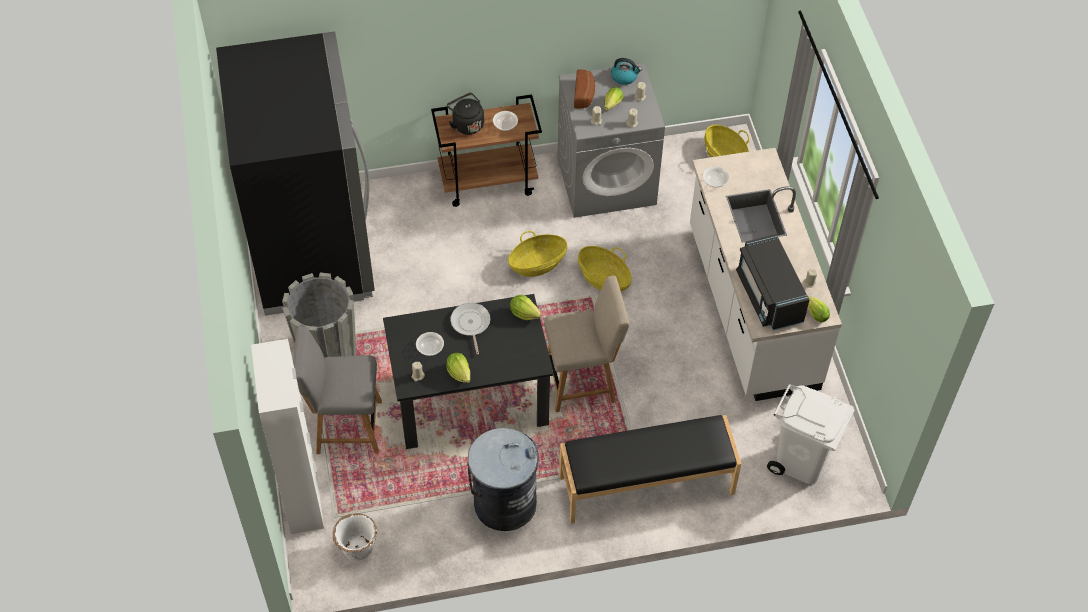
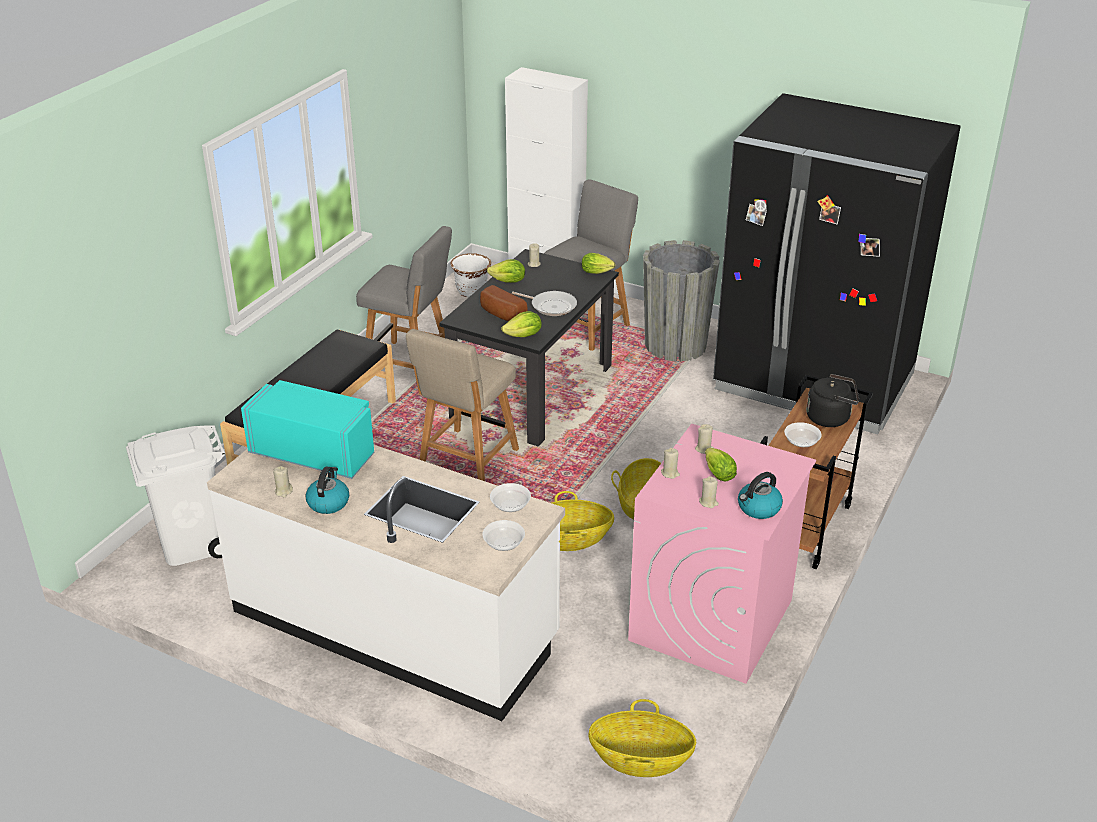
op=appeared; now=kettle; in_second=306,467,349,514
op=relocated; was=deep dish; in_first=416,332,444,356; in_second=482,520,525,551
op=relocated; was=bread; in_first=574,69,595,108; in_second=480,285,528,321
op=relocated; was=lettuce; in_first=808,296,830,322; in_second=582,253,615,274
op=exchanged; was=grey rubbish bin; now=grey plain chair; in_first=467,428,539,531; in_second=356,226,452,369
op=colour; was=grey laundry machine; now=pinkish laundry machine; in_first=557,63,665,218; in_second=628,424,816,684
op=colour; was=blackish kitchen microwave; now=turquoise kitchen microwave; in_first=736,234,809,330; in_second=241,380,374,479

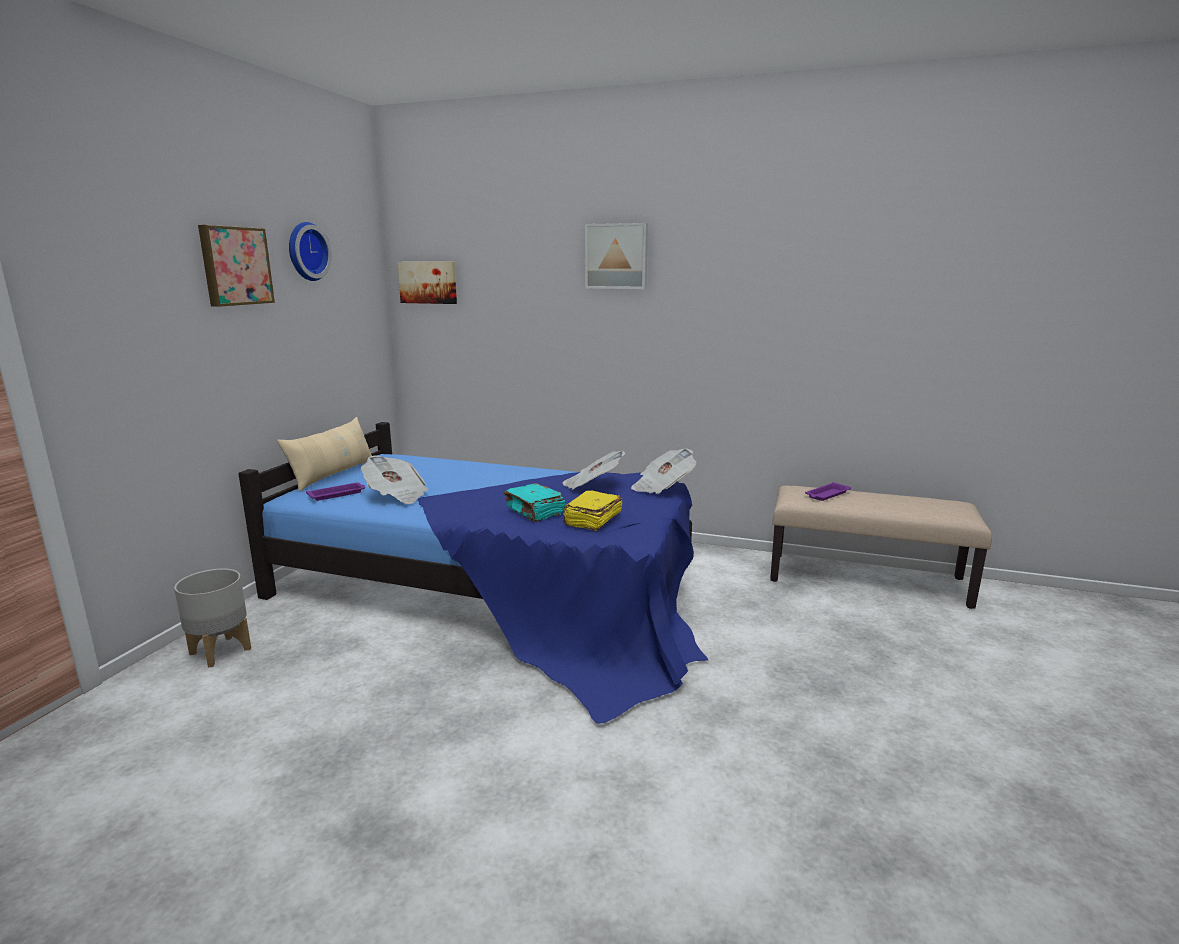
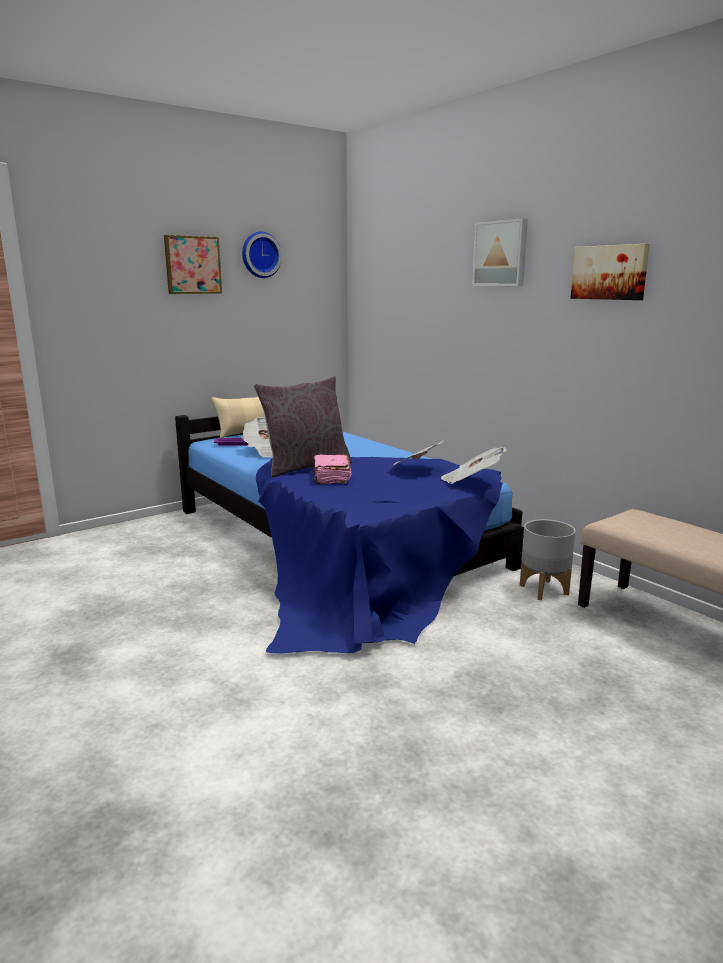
op=missing; was=yellow-coloured book; in_first=563,491,623,531
op=missing; was=purple-coloured serving tray; in_first=805,482,851,501
op=appeared; now=grey pillow; in_second=254,376,352,477
op=relocated; was=grey plant pot; in_first=174,568,251,667; in_second=520,519,576,600
op=relocated; was=wall picture; in_first=397,262,457,304; in_second=570,244,650,300
op=colour; was=turquoise book; now=pinkish book; in_first=504,483,565,522; in_second=313,455,352,484

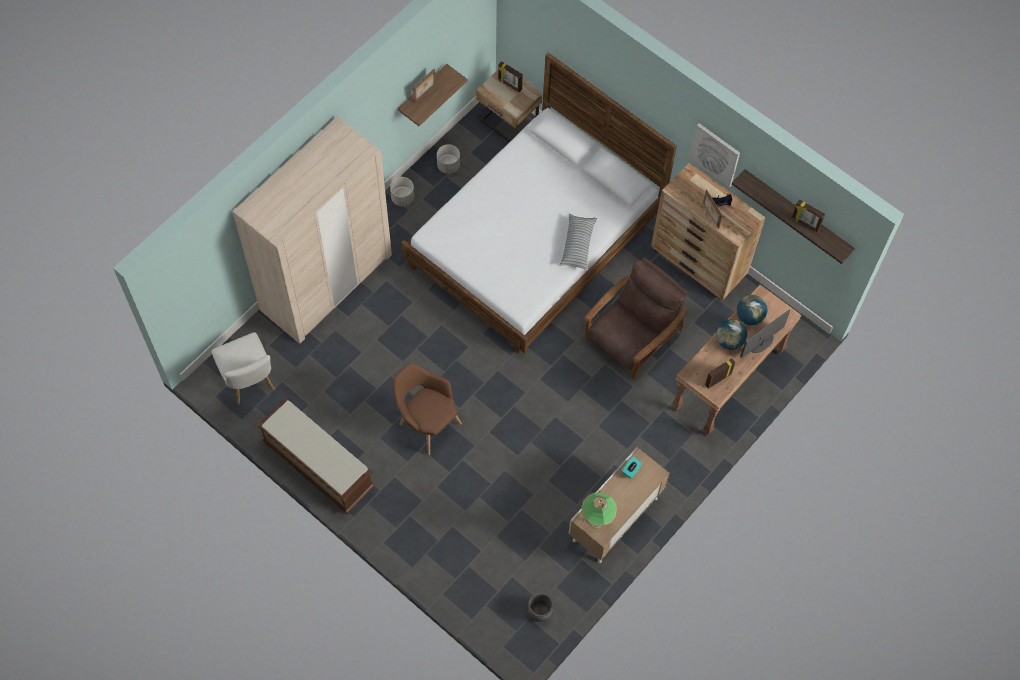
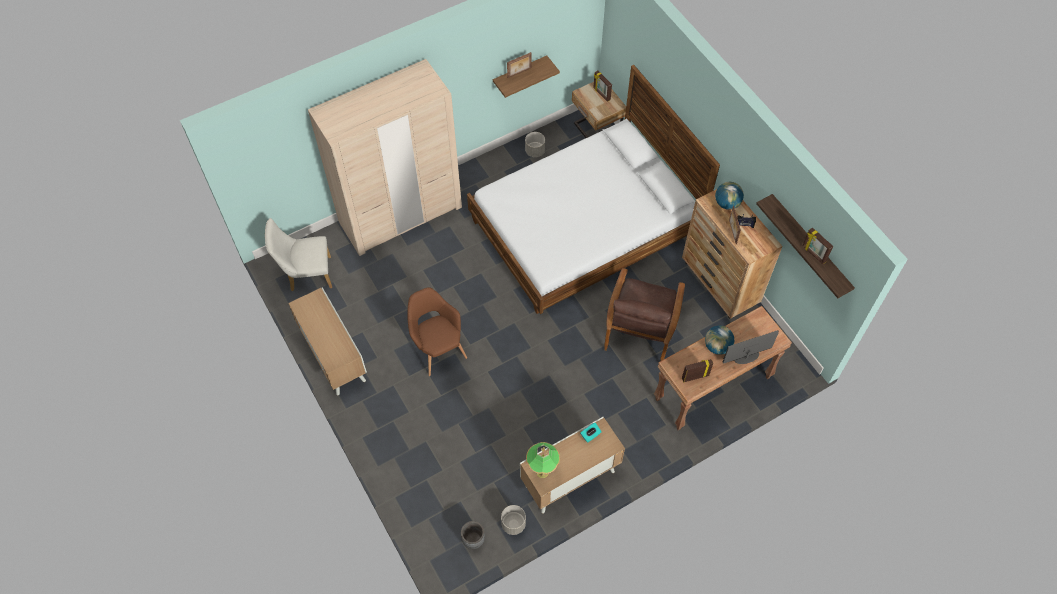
op=missing; was=pillow; in_first=560,214,597,270
op=missing; was=wall picture; in_first=690,123,740,187
op=relocated; was=grey plant pot; in_first=390,177,414,206; in_second=501,505,526,535
op=relocated; was=globe; in_first=737,295,767,325; in_second=715,182,744,210
op=exchanged; was=brown-coloured bench; now=cabinet; in_first=257,398,375,514; in_second=288,287,367,396
op=spun; was=white-coloured plain chair; in_first=212,332,275,405; in_second=265,218,332,291; clockwise=90
op=spun; was=brown-coloured armchair; in_first=584,257,688,379; in_second=604,268,685,361; clockwise=135

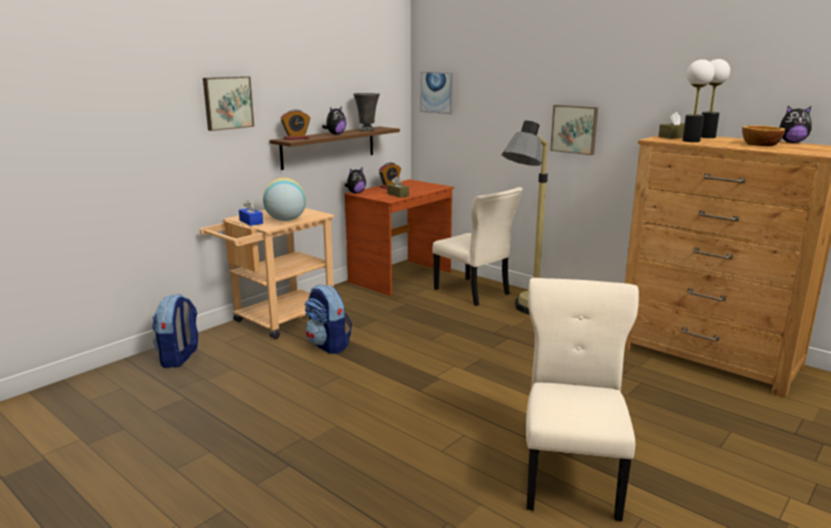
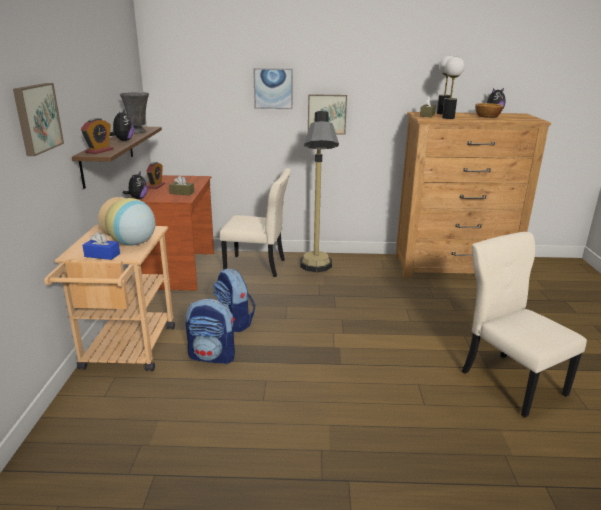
op=relocated; was=rucksack; in_first=152,294,198,368; in_second=213,268,256,332
op=relocated; was=wall picture; in_first=421,72,453,114; in_second=253,68,293,109

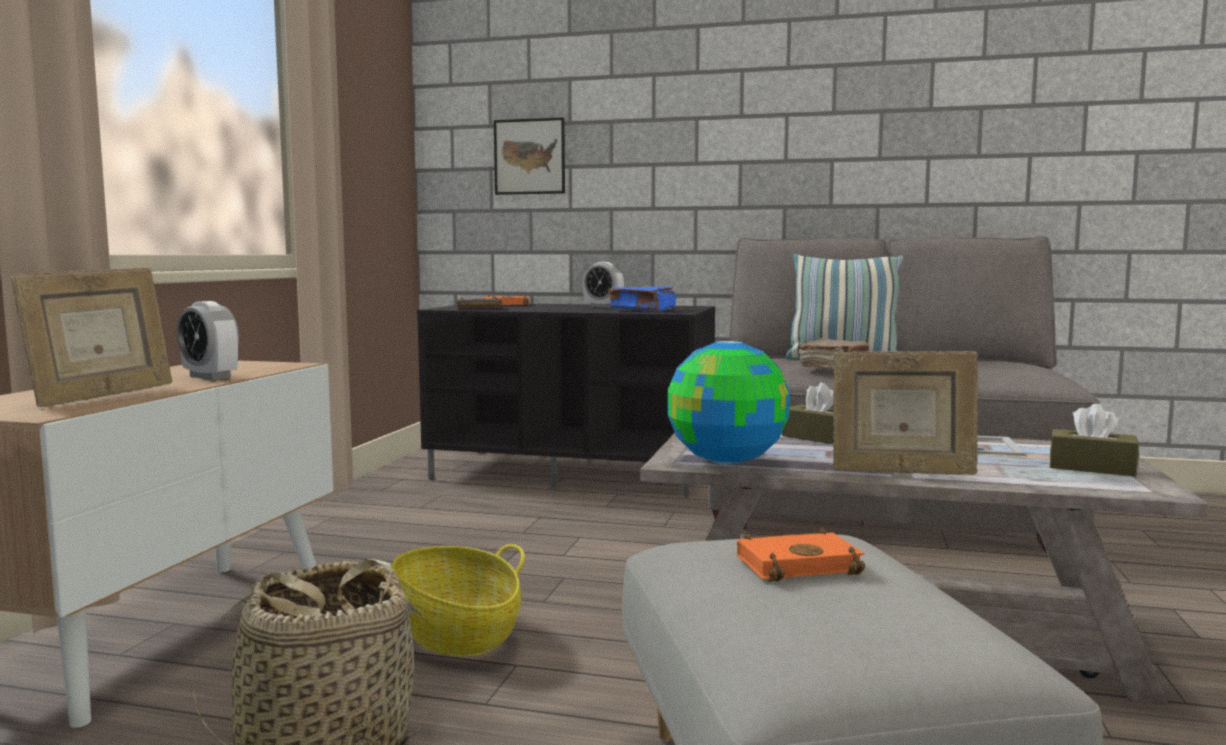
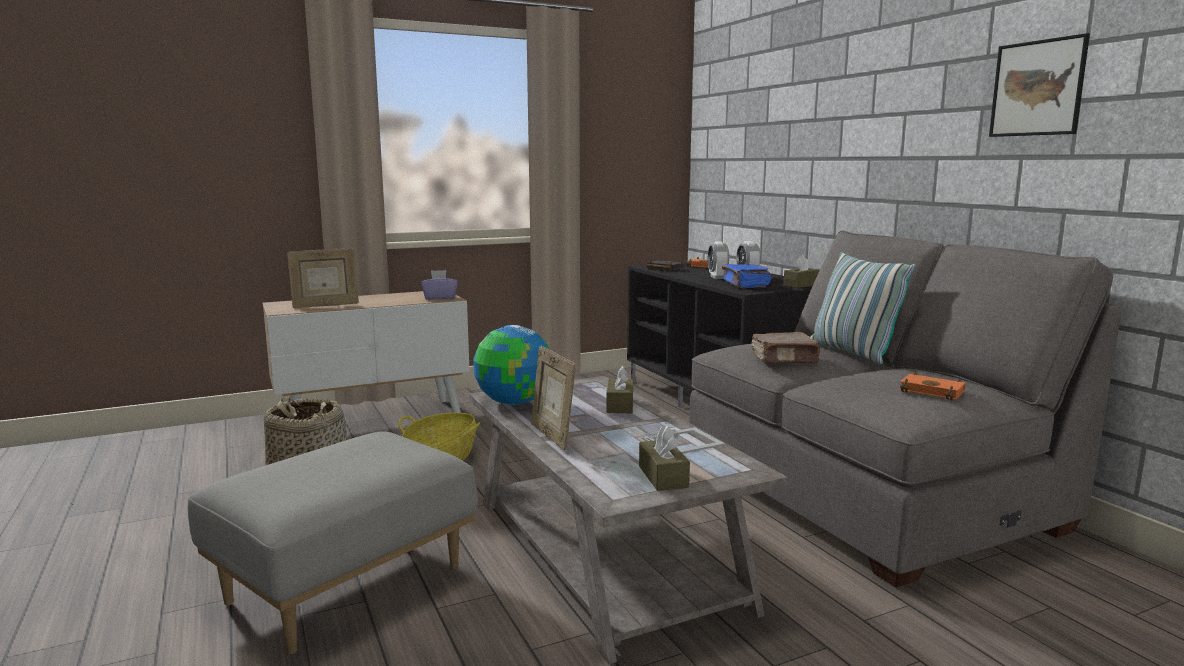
op=appeared; now=purple-coloured box of tissues; in_second=421,270,458,300
op=appeared; now=brown-coloured box of tissues; in_second=784,255,820,288
op=relocated; was=table clock; in_first=177,301,239,380; in_second=707,241,729,279
op=relocated; was=wall picture; in_first=494,117,565,195; in_second=989,33,1090,137
op=relocated; was=orange-coloured book; in_first=737,527,865,582; in_second=899,372,966,400

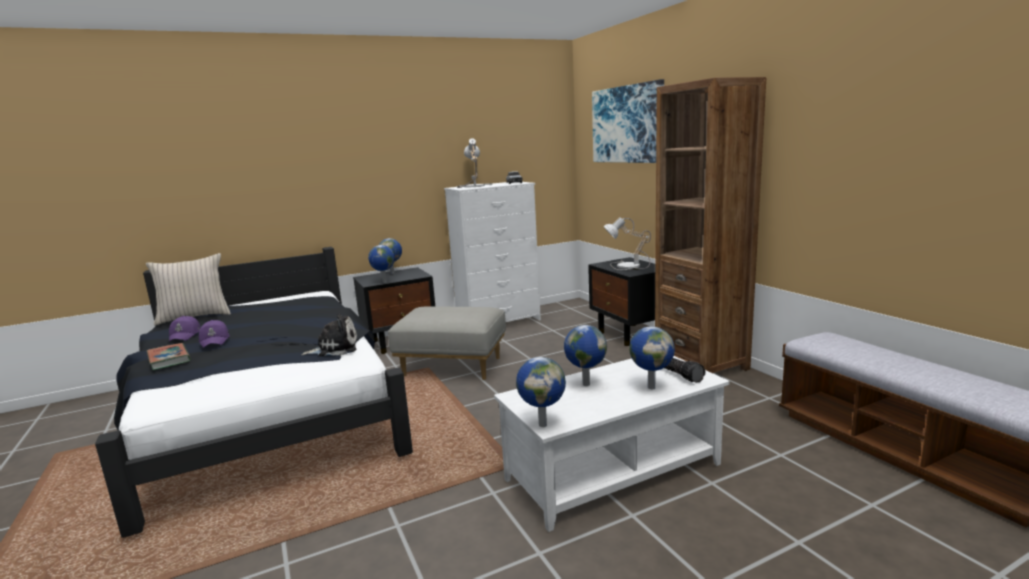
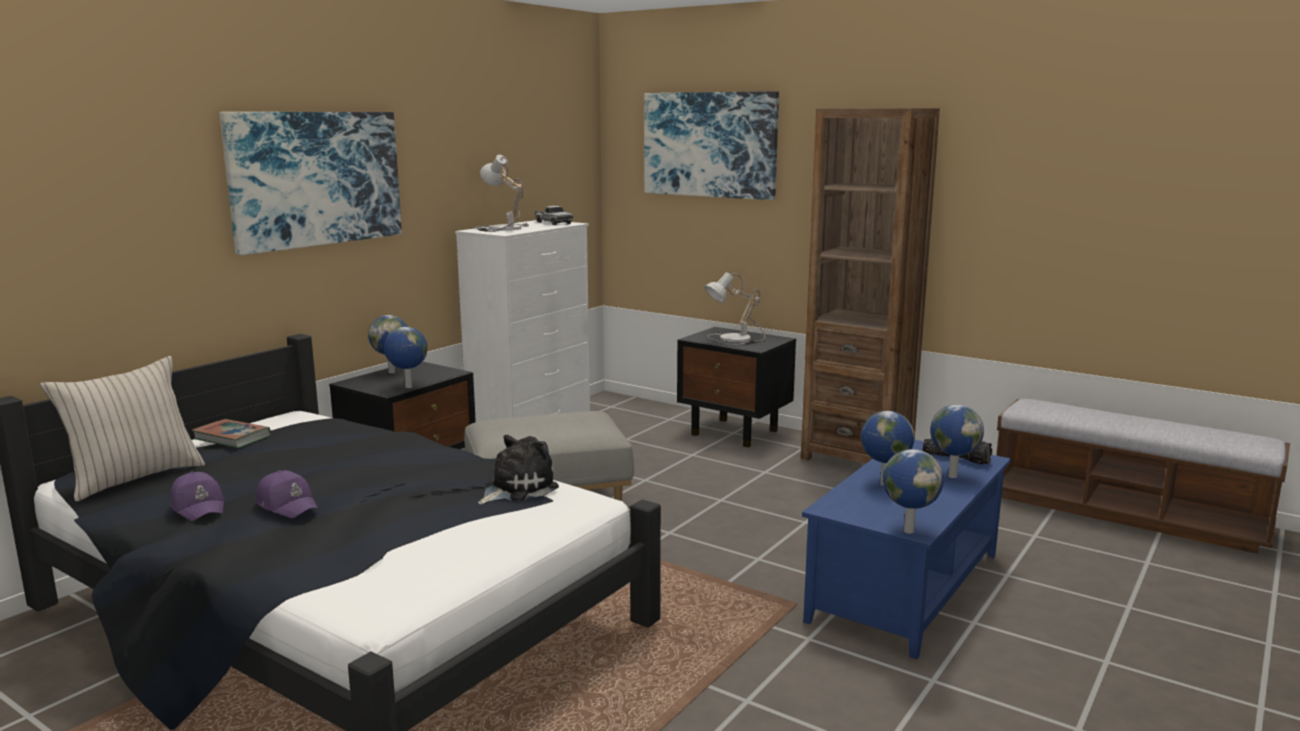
op=appeared; now=wall picture; in_second=219,112,402,255
op=relocated; was=book; in_first=147,343,191,370; in_second=192,419,271,448
op=colour; was=white-coloured coffee table; now=bluish coffee table; in_first=494,356,730,532; in_second=802,440,1011,659

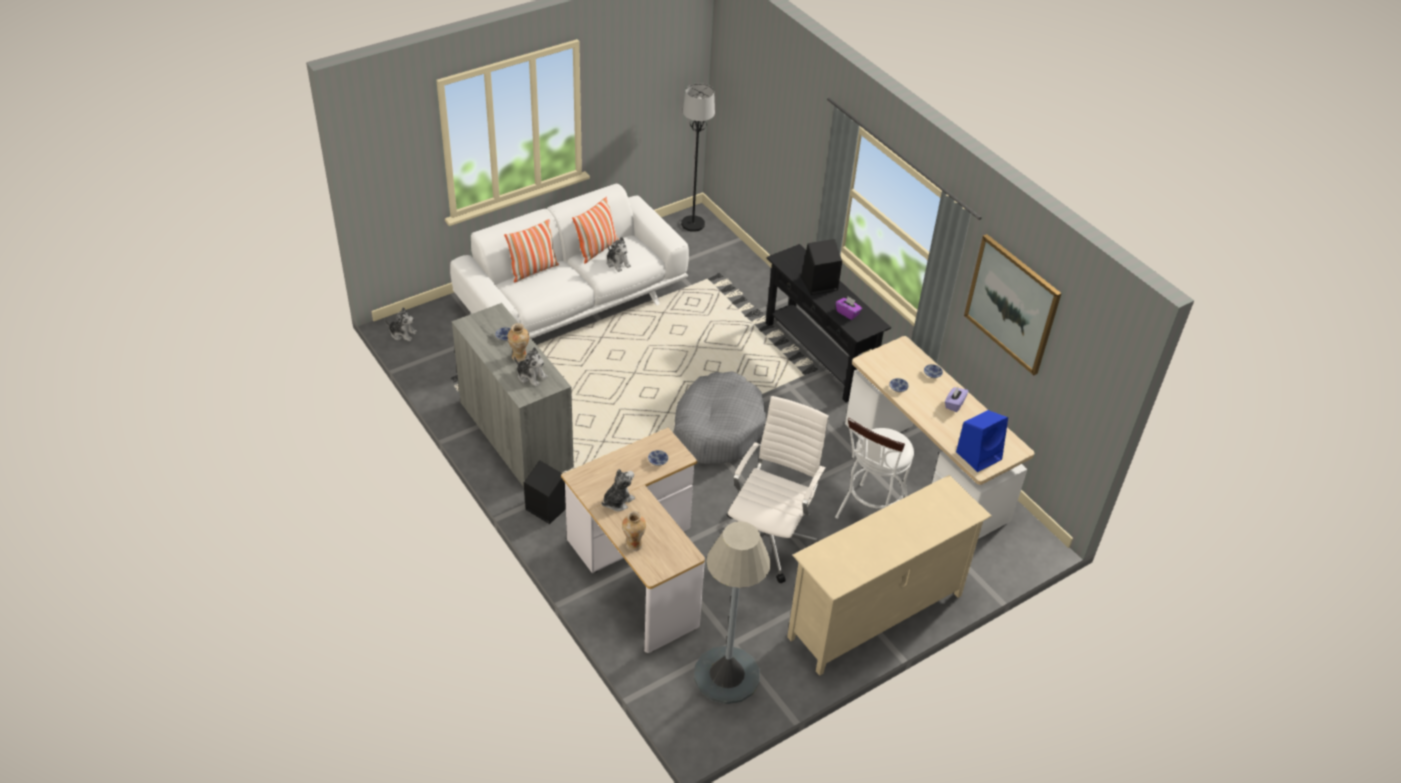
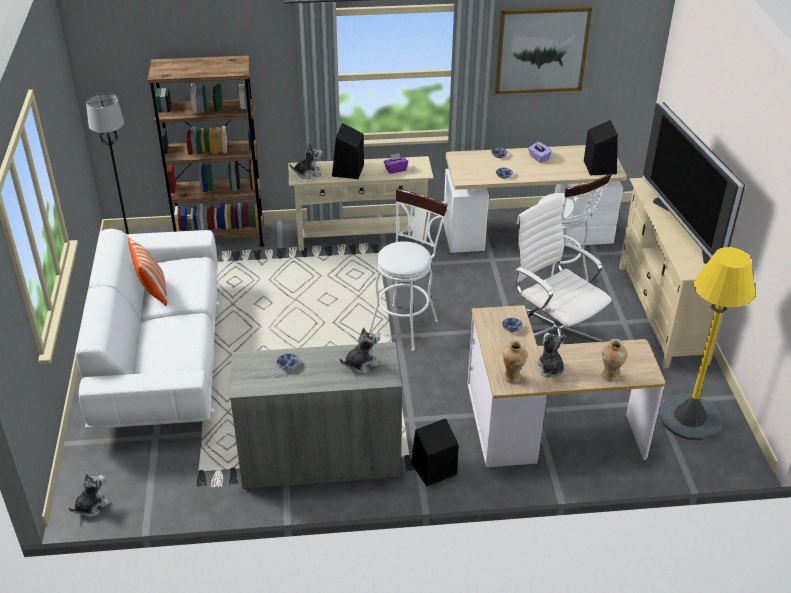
op=missing; was=pillow; in_first=504,219,559,283
op=appeared; now=brown-coloured shelving unit; in_second=148,55,264,247
op=appeared; now=TV; in_second=643,102,745,264
op=relocated; was=vase; in_first=508,323,529,362; in_second=503,340,527,383
op=relocated; was=cuddly toy; in_first=607,237,631,272; in_second=289,142,322,179
op=exchanged; was=grey dog cushion; now=white-coloured stool; in_first=674,371,766,464; in_second=368,188,448,351
op=colour; was=grey standard lamp; now=yellow-coloured standard lamp; in_first=694,521,771,704; in_second=659,247,755,441
op=colour; was=blackish hall table; now=sand-coloured hall table; in_first=766,244,891,402; in_second=288,156,433,251
op=colour; was=bluish speaker; now=blackish speaker; in_first=956,410,1008,472; in_second=584,120,618,175

